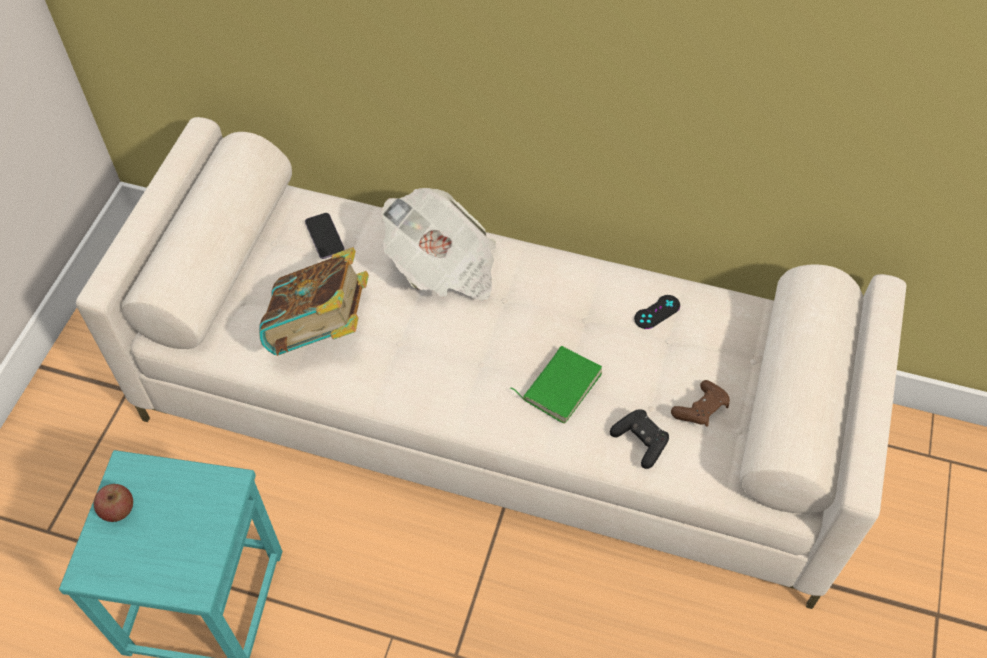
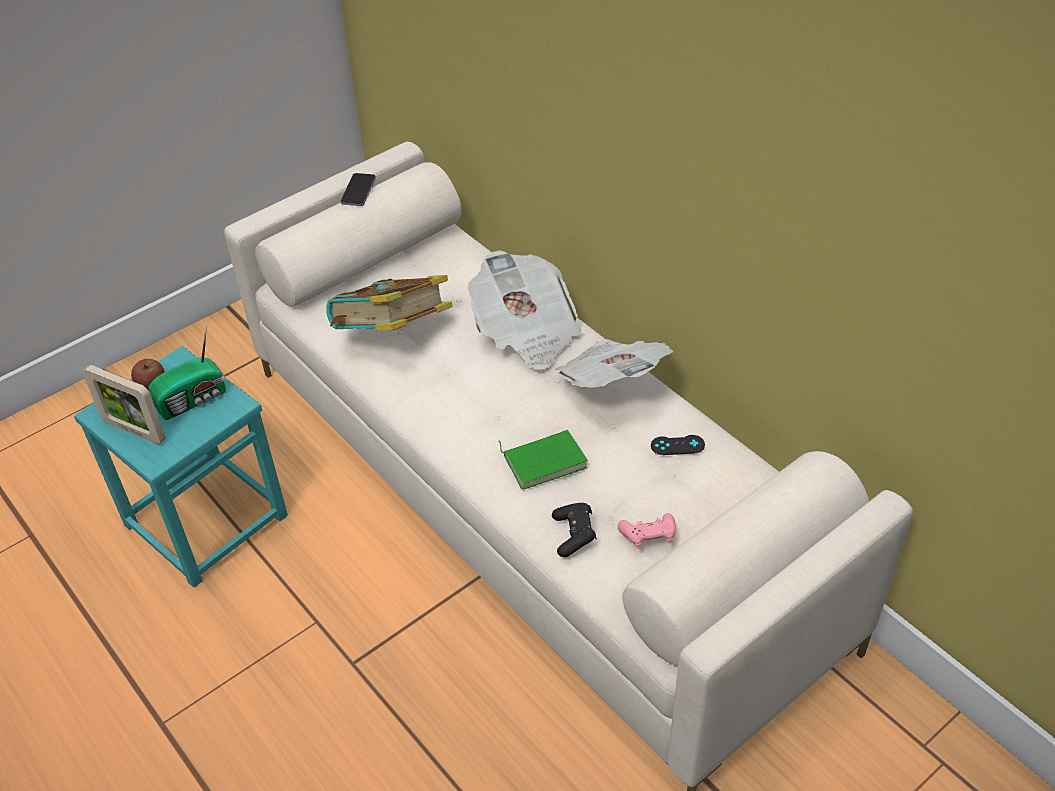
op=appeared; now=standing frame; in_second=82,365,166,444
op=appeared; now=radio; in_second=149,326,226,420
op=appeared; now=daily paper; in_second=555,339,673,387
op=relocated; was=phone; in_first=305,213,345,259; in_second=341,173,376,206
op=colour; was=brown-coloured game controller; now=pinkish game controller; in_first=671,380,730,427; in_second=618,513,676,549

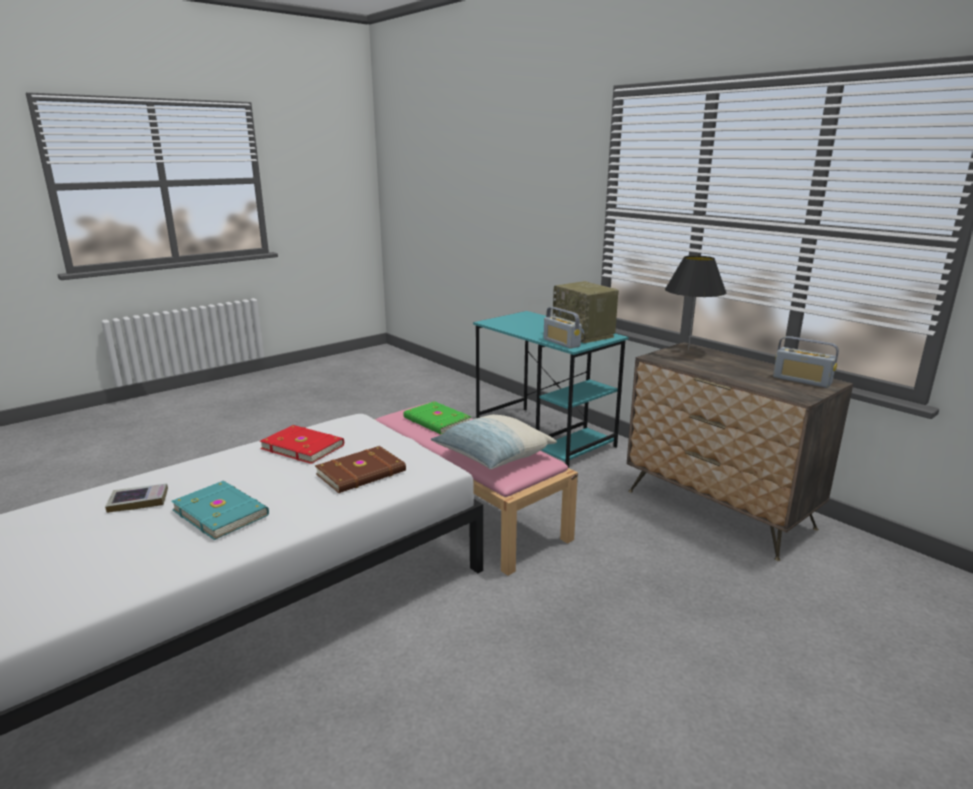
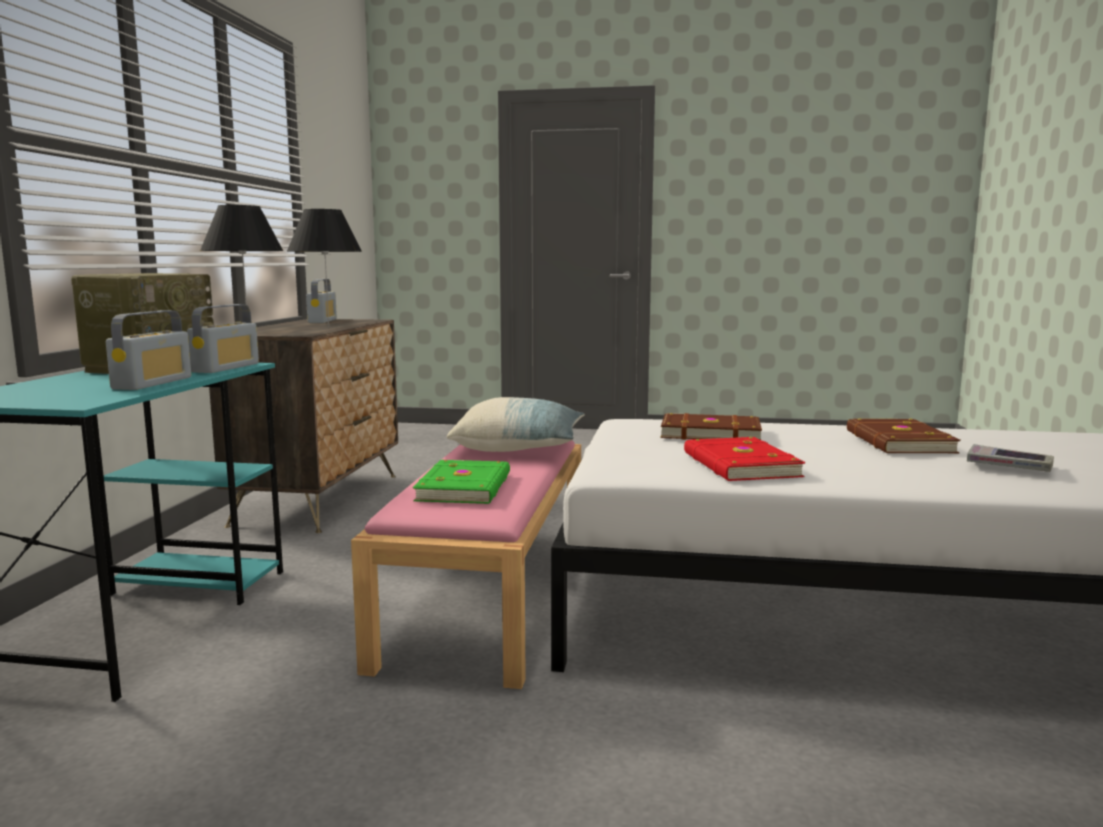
op=appeared; now=radio; in_second=106,310,191,390
op=appeared; now=blackish tabletop lamp; in_second=287,209,362,328
op=colour; was=turquoise book; now=brown-coloured book; in_first=171,481,269,540; in_second=847,418,961,453

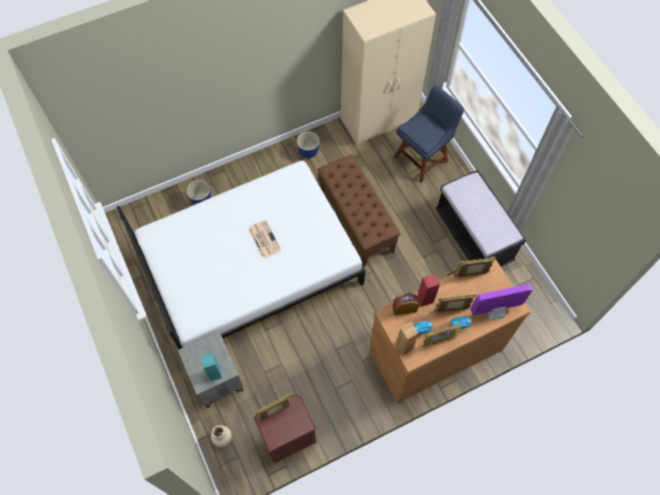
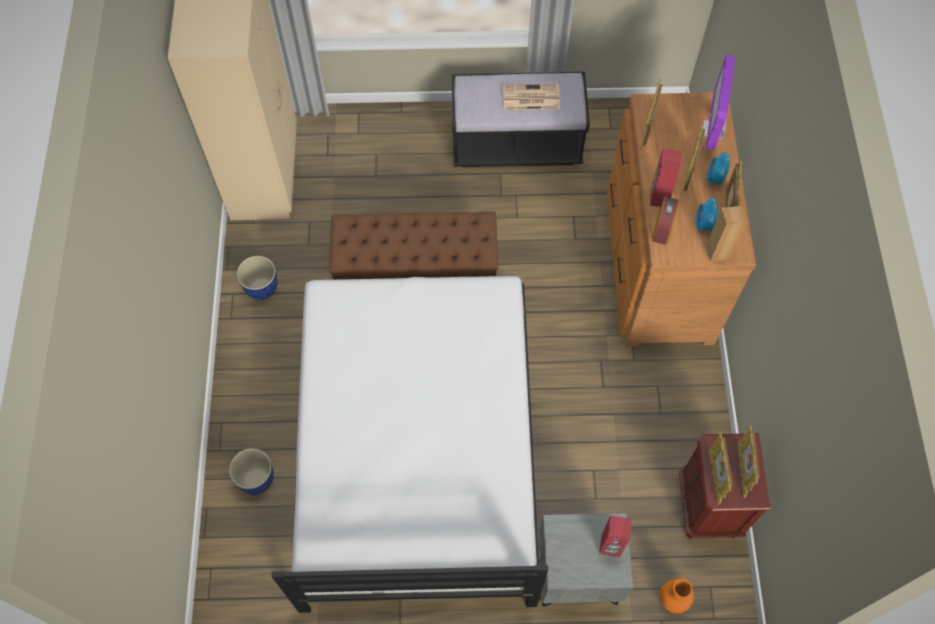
op=missing; was=bluish plain chair; in_first=394,85,464,183
op=appeared; now=standing frame; in_second=737,425,760,498
op=relocated; was=daily paper; in_first=248,220,281,259; in_second=503,84,560,110
op=colour; was=turquoise speaker; now=red-coloured speaker; in_first=201,353,222,381; in_second=599,516,632,557
op=colour; was=sand-coloured vase; now=orange-coloured vase; in_first=211,425,232,447; in_second=659,579,694,613

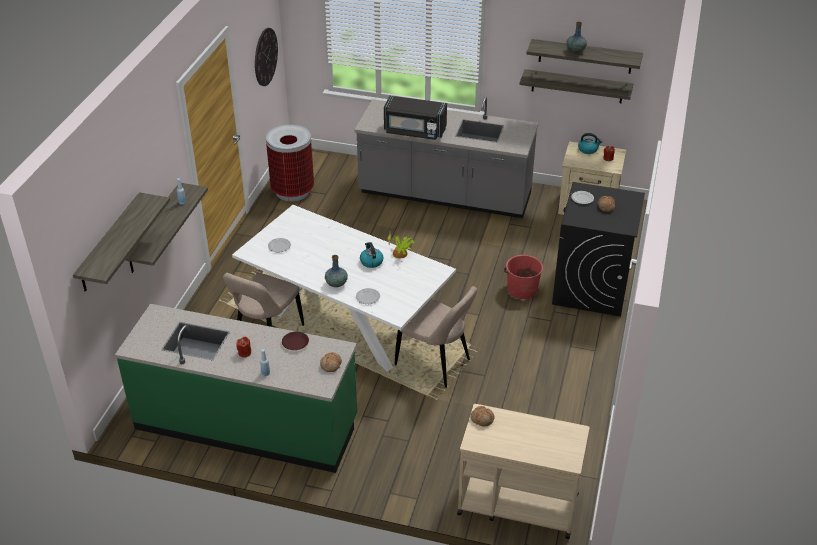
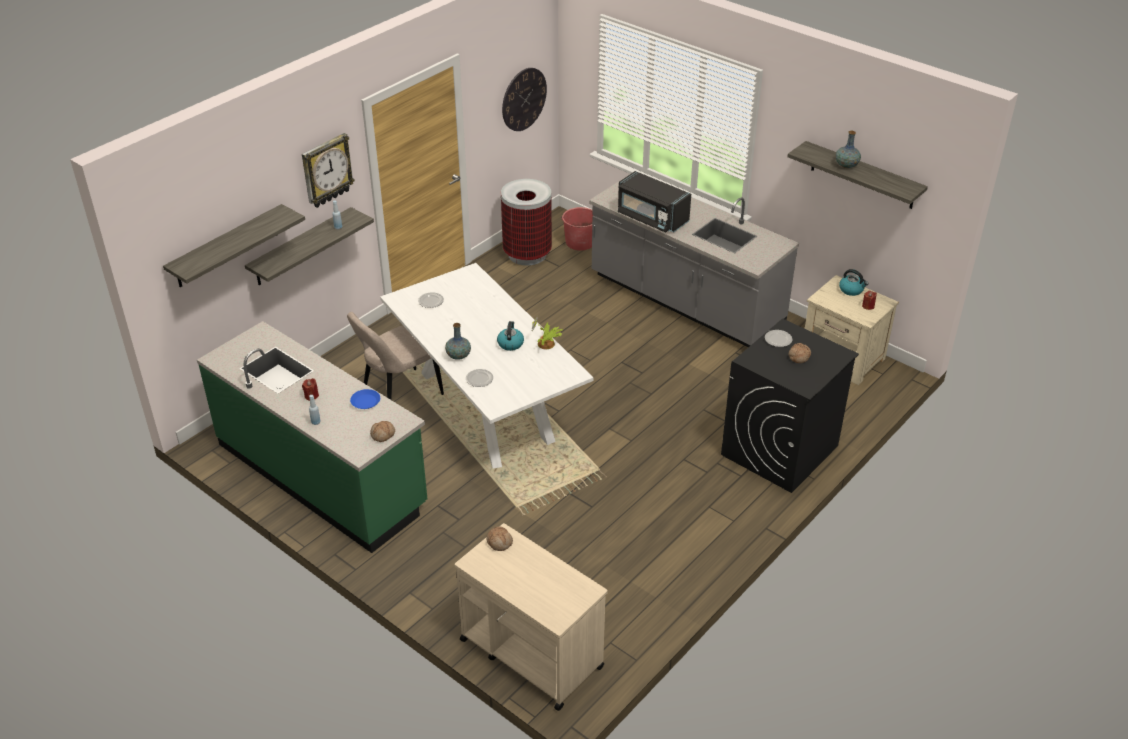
op=missing; was=sand-coloured plain chair; in_first=394,286,477,388
op=missing; was=shelf; in_first=519,69,633,103
op=appeared; now=wall clock; in_second=302,133,355,208
op=relocated; was=red-coloured bucket; in_first=504,255,543,299; in_second=561,207,594,251
op=colour; was=brown-coloured plate; now=bluish plate; in_first=282,332,309,350; in_second=350,389,380,409

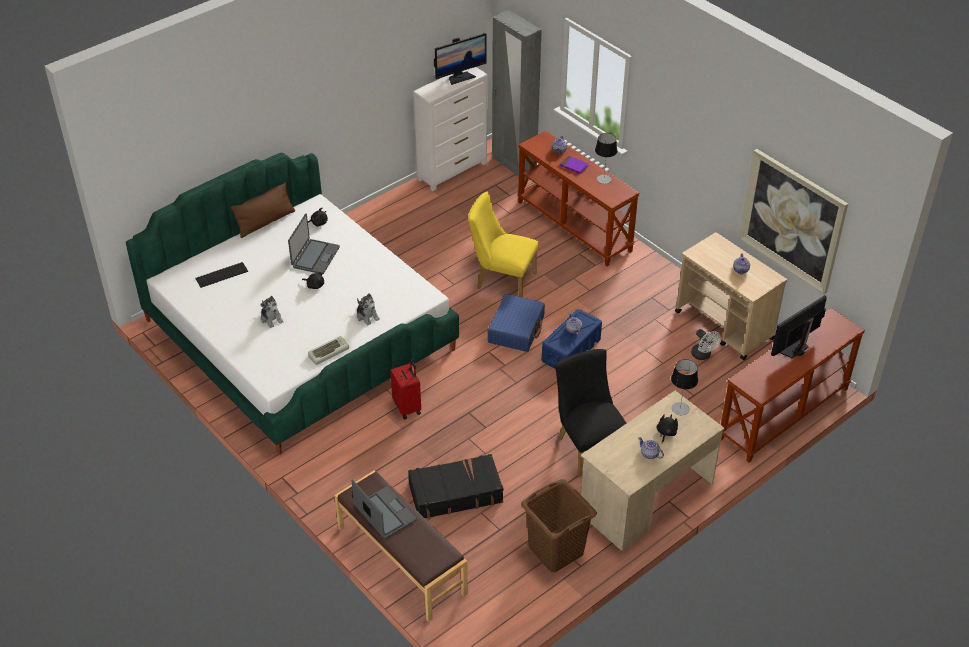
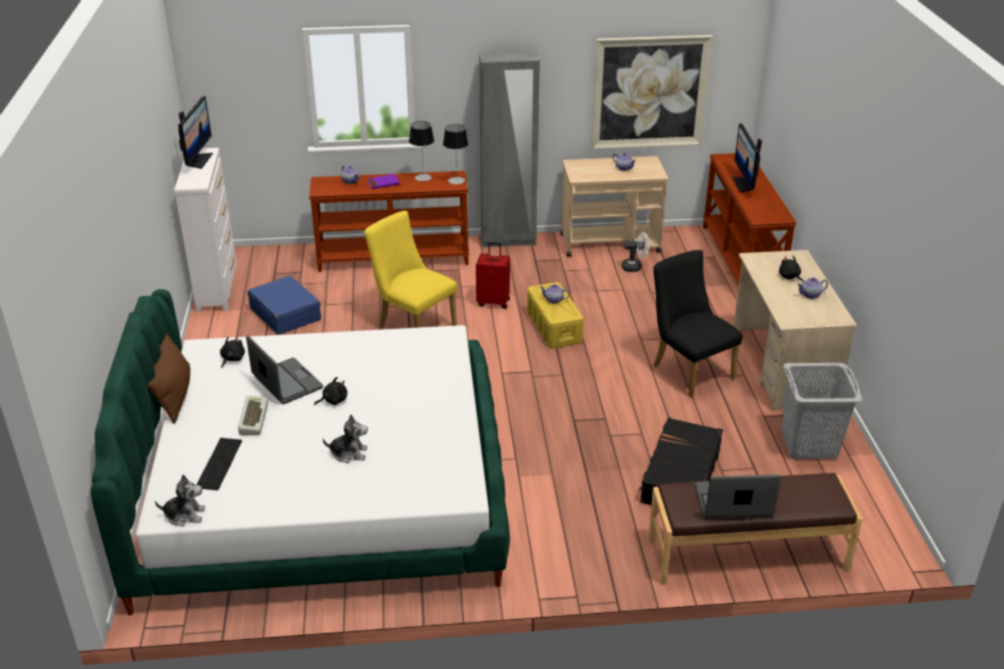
op=relocated; was=PC keyboard; in_first=308,336,349,365; in_second=238,395,268,435
op=relocated; was=cuddly toy; in_first=357,293,380,325; in_second=155,475,205,527
op=relocated; was=red-coloured suitcase; in_first=390,360,421,419; in_second=476,242,510,309
op=relocated; was=bluish suitcase; in_first=488,294,545,352; in_second=248,276,321,335
op=relocated; was=grey clothes cupboard; in_first=492,10,542,178; in_second=479,52,540,248
op=relocated; was=tabletop lamp; in_first=671,359,698,415; in_second=443,124,468,184
op=colour; was=brown-coloured washing basket; now=grey washing basket; in_first=521,479,597,572; in_second=782,363,862,459
op=colour; was=bluish storage box; now=yellow-coloured storage box; in_first=542,309,602,369; in_second=527,282,584,348
op=spun; was=yellow-coloured plain chair; in_first=468,192,539,298; in_second=364,211,457,328; clockwise=75
op=spun; was=blackish plain chair; in_first=556,349,627,477; in_second=653,250,743,397; clockwise=45

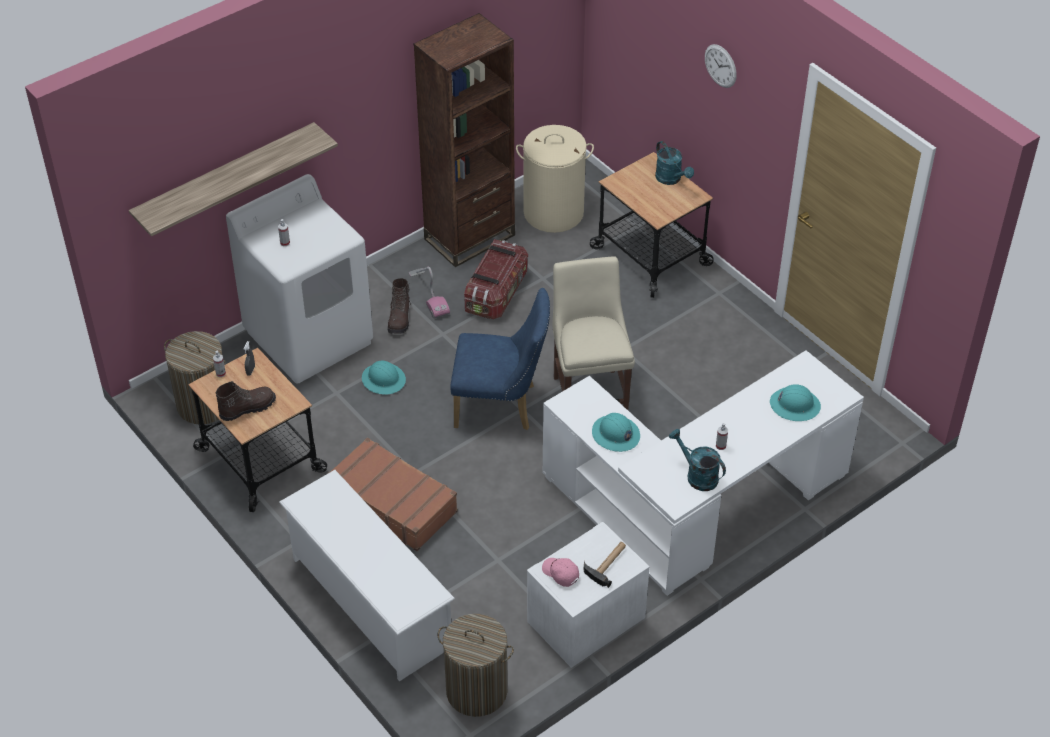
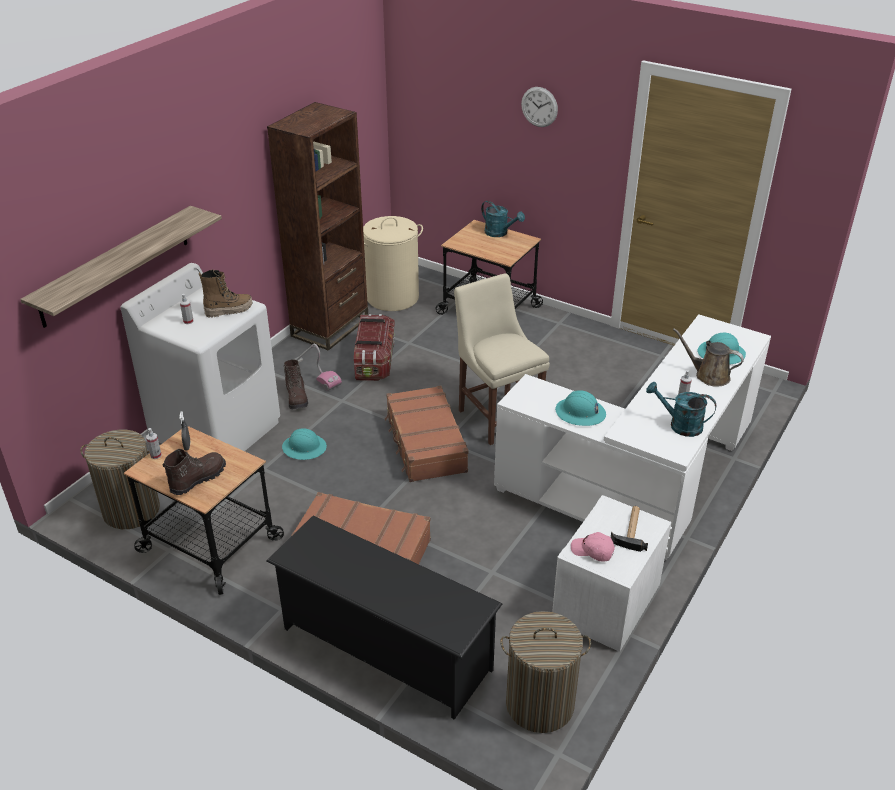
op=appeared; now=high-top boot; in_second=199,270,253,318
op=appeared; now=brown-coloured watering can; in_second=673,328,744,387
op=exchanged; was=bluish plain chair; now=brown-coloured suitcase; in_first=450,288,550,430; in_second=385,385,469,482
op=colour; was=white-coloured shoe stand; now=blackish shoe stand; in_first=279,470,455,681; in_second=266,516,502,720

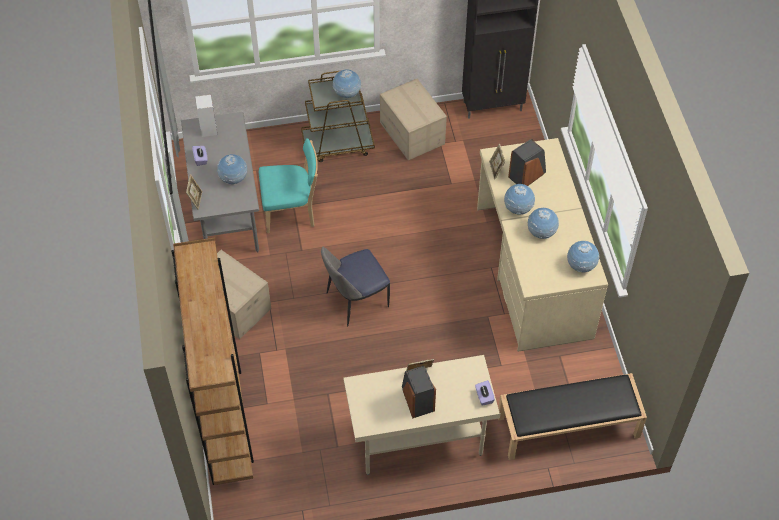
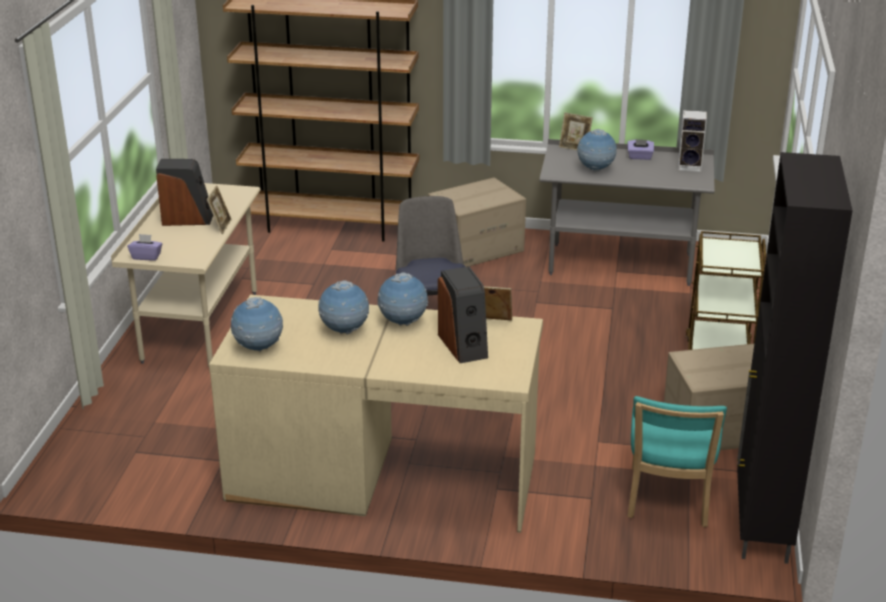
op=missing; was=globe; in_first=333,69,361,98
op=missing; was=blackish bench; in_first=498,373,647,460
op=relocated; was=turquoise plain chair; in_first=259,138,318,233; in_second=628,396,727,527

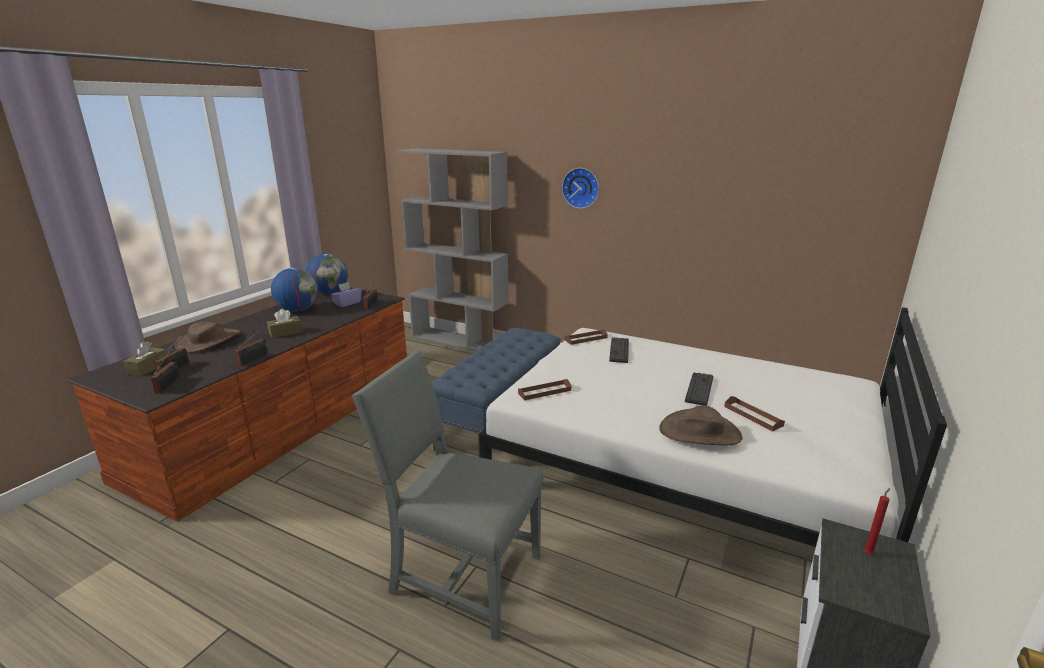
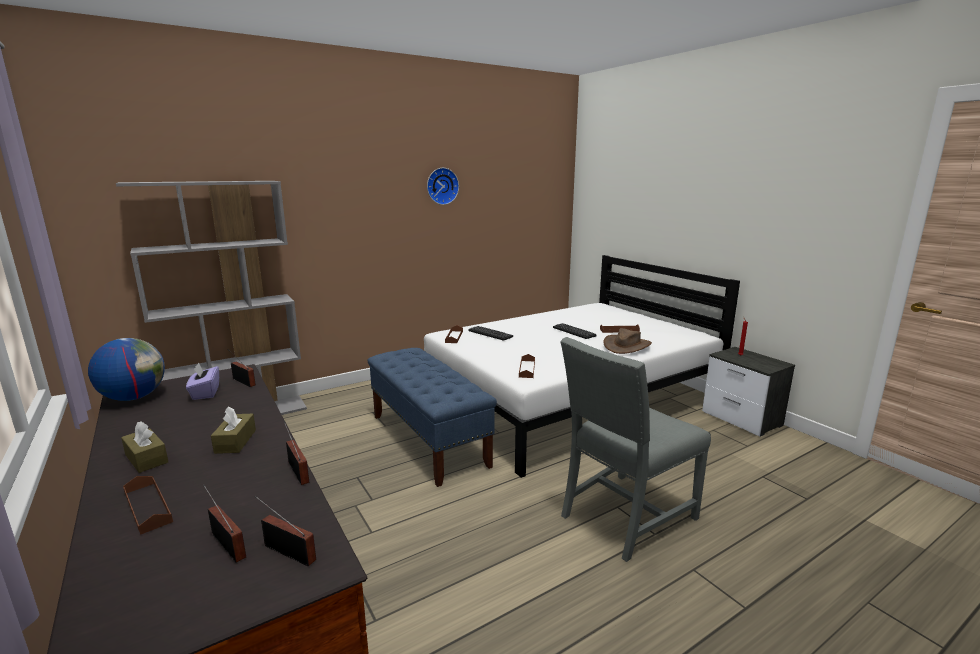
op=missing; was=globe; in_first=271,268,318,312
op=relocated; was=brown-coloured box of tissues; in_first=123,341,167,376; in_second=121,421,168,473
op=relocated; was=wall clock; in_first=562,168,599,209; in_second=427,168,459,205
op=exchanged; was=brown-coloured hat; now=brown-coloured serving tray; in_first=175,322,240,353; in_second=123,476,173,535

